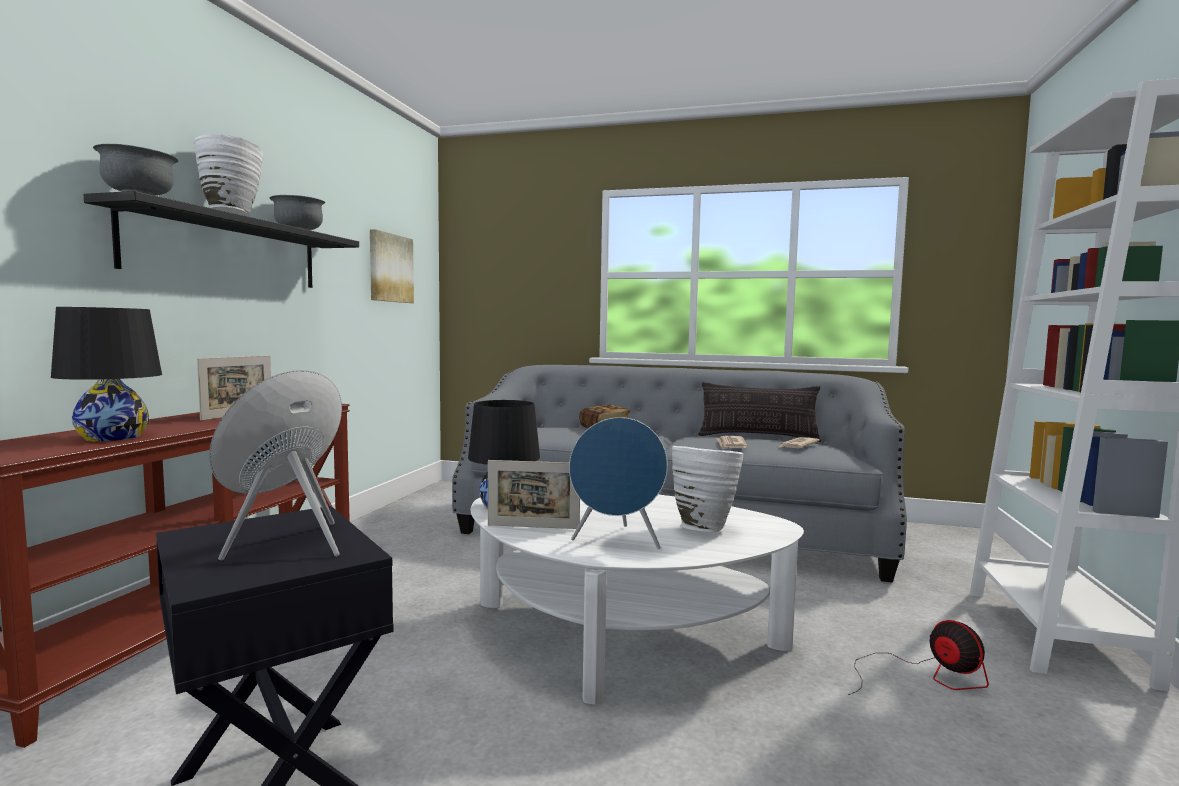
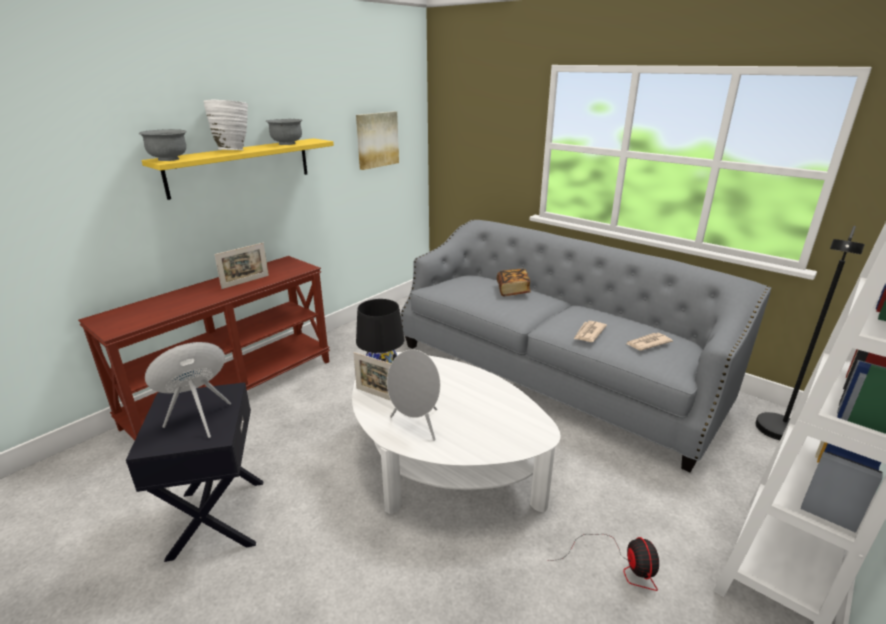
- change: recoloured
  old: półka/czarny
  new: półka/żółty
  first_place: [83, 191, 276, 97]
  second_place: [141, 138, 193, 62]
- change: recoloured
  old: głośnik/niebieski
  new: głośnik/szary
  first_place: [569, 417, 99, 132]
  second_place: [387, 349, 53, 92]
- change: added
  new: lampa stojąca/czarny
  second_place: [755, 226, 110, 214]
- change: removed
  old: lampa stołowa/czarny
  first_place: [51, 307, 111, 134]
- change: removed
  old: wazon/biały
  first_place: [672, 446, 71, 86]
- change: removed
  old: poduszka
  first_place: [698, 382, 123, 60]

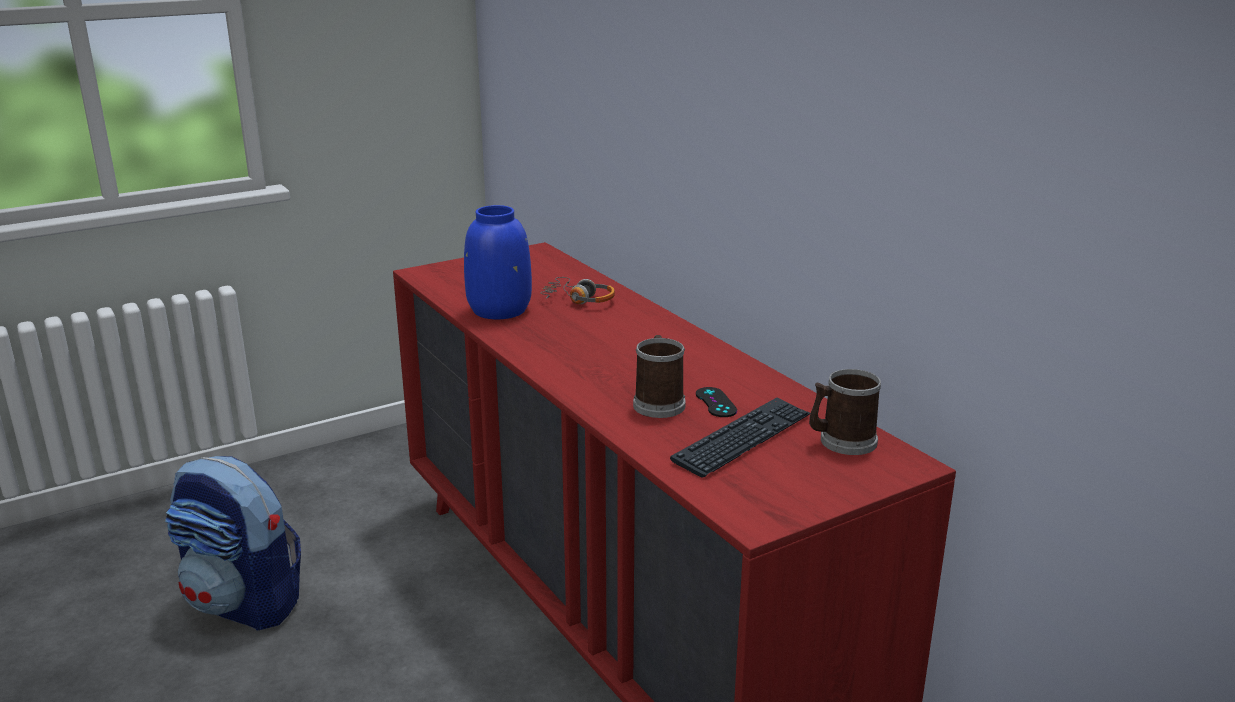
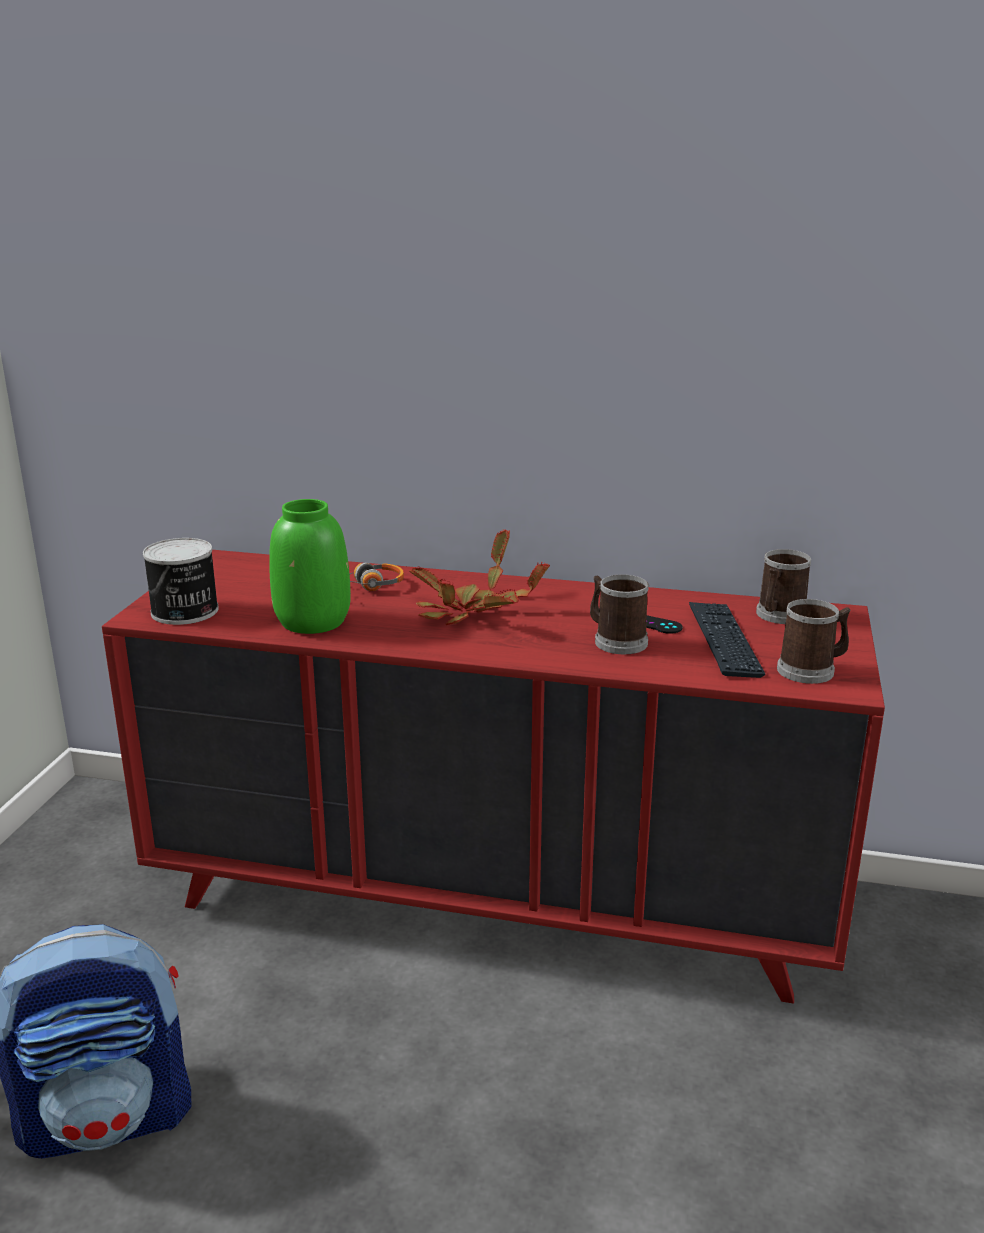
- change: added
  new: puszka
  second_place: [143, 538, 76, 87]
- change: recoloured
  old: wazon/niebieski
  new: wazon/zielony
  first_place: [464, 205, 68, 114]
  second_place: [269, 499, 82, 135]
- change: added
  new: roślina doniczkowa
  second_place: [409, 529, 141, 96]
- change: added
  new: kubek
  second_place: [777, 599, 74, 85]

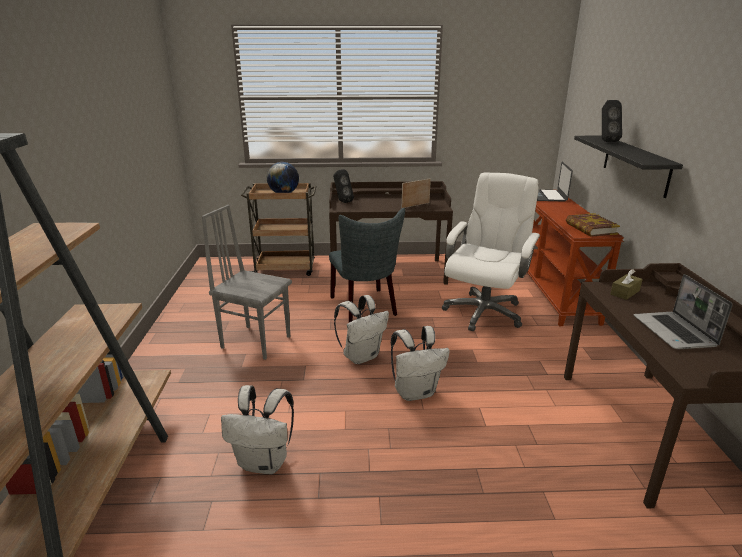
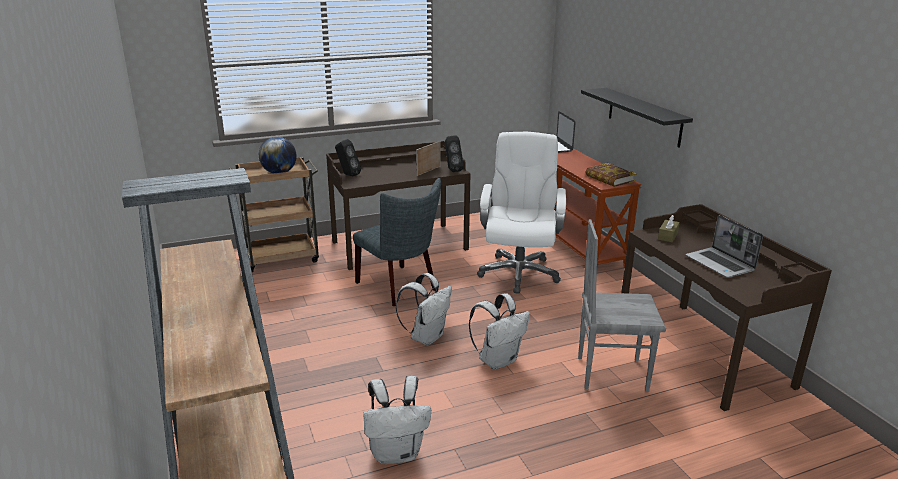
- change: moved
  old: głośnik/czarny
  first_place: [602, 100, 20, 42]
  second_place: [445, 136, 19, 36]
- change: moved
  old: krzesło/szary
  first_place: [202, 205, 90, 155]
  second_place: [578, 219, 88, 173]

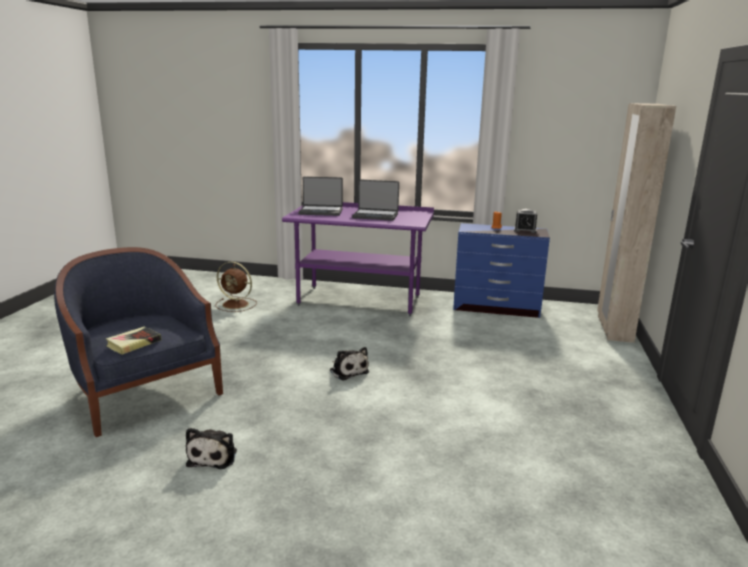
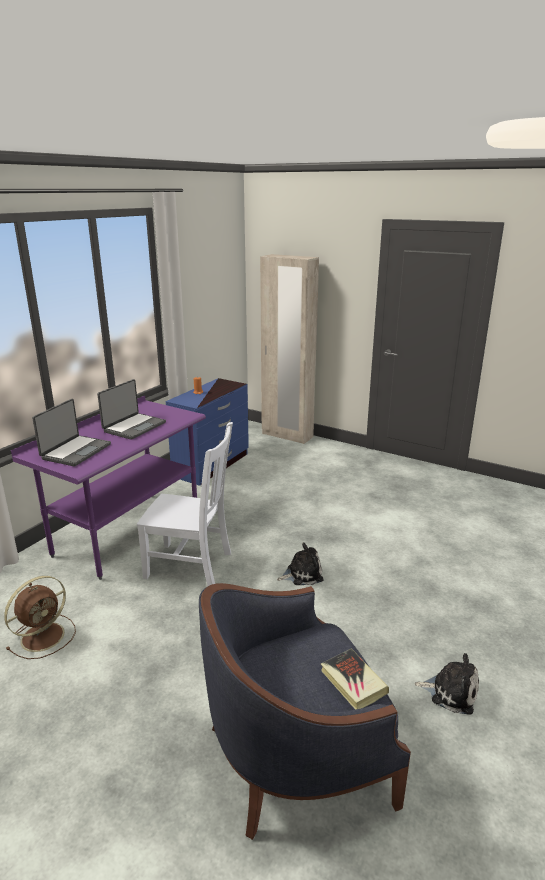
- change: added
  new: krzesło/biały
  second_place: [137, 422, 96, 164]
- change: removed
  old: budzik
  first_place: [514, 209, 23, 24]

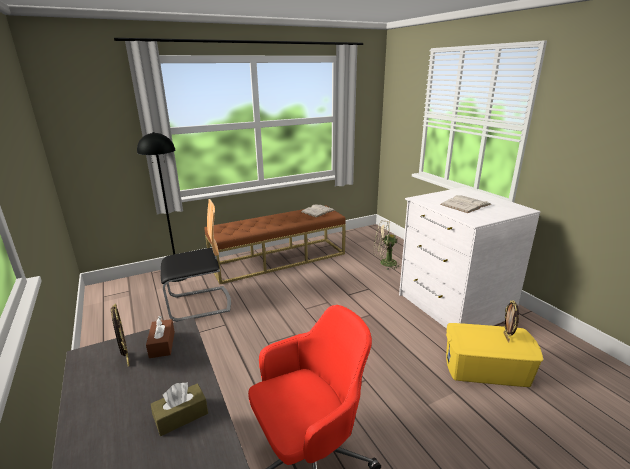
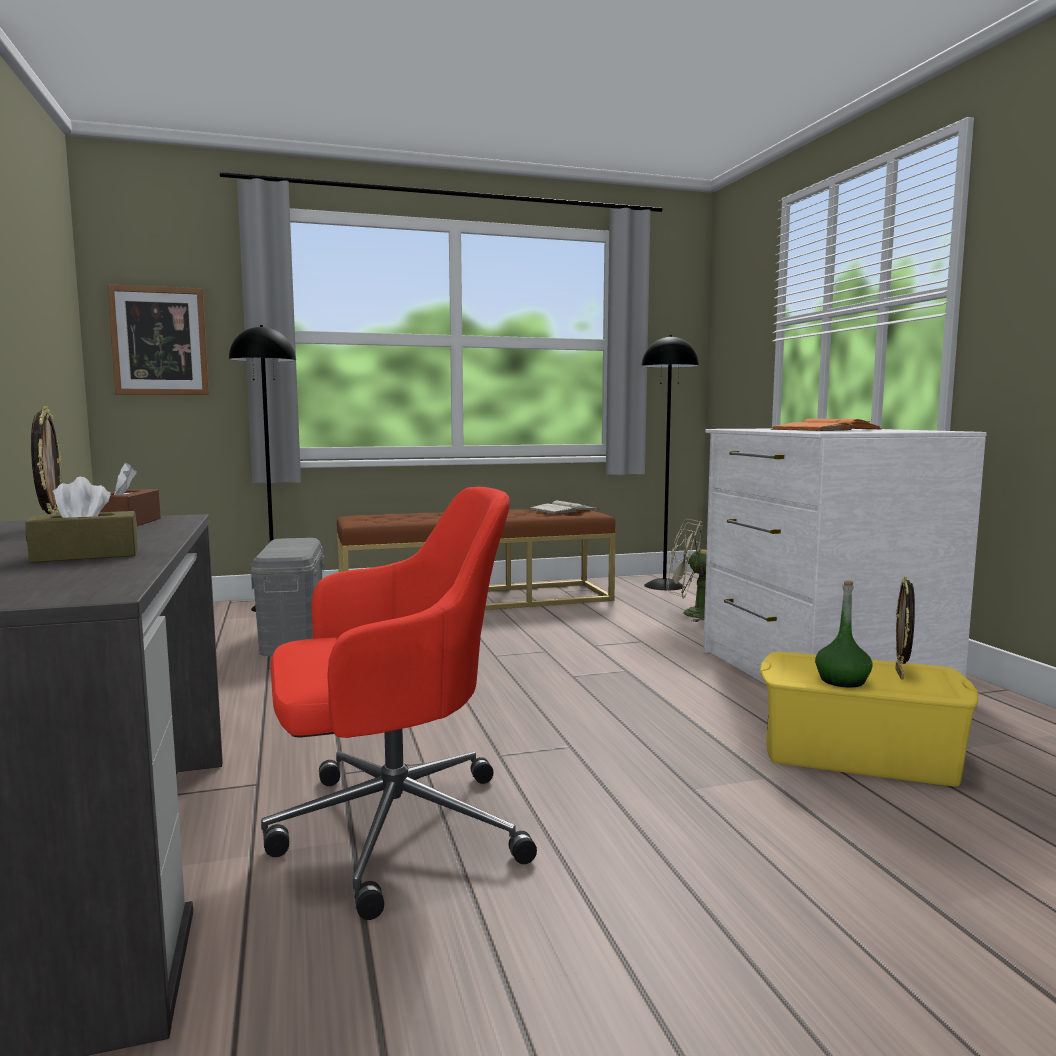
- change: added
  new: obraz
  second_place: [107, 284, 102, 111]
- change: replaced
  old: krzesło
  new: pojemnik do przechowywania/szary
  first_place: [161, 199, 70, 123]
  second_place: [251, 538, 73, 118]
- change: added
  new: lampa stojąca/czarny
  second_place: [642, 335, 57, 255]
- change: recoloured
  old: książka/biały
  new: książka/pomarańczowy
  first_place: [440, 195, 52, 18]
  second_place: [771, 419, 110, 12]
- change: added
  new: butelka/zielony
  second_place: [815, 581, 58, 107]

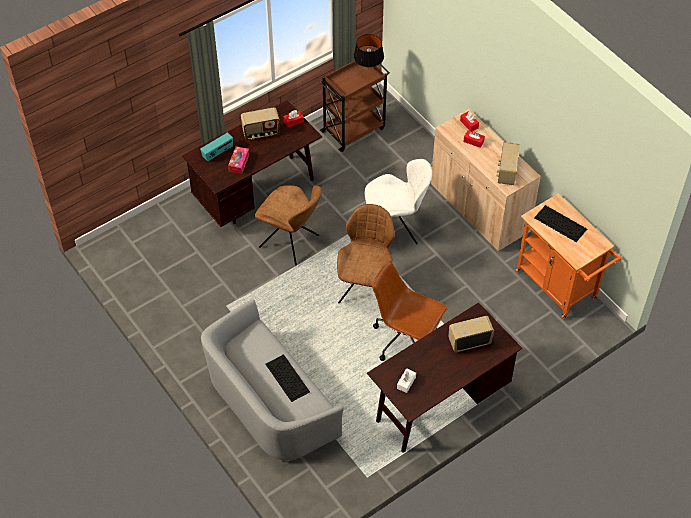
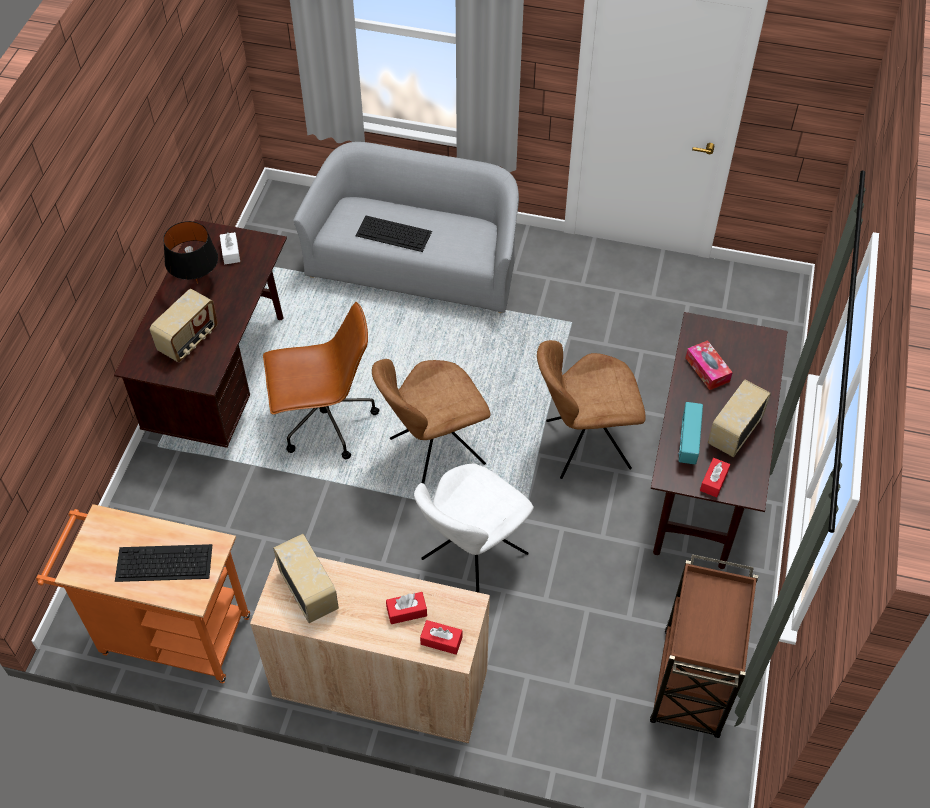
- change: moved
  old: lampa stołowa/czarny
  first_place: [354, 34, 30, 37]
  second_place: [163, 221, 55, 63]
- change: turned
  old: krzesło/brązowy
  first_place: [337, 204, 58, 99]
  second_place: [372, 359, 118, 125]
  degrees: 90
- change: moved
  old: radio
  first_place: [200, 132, 33, 29]
  second_place: [678, 402, 25, 62]

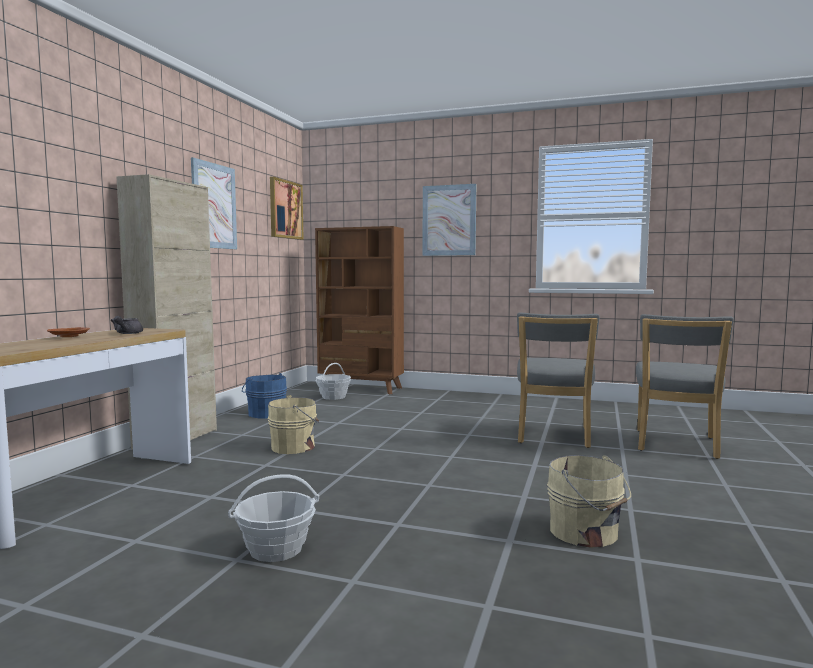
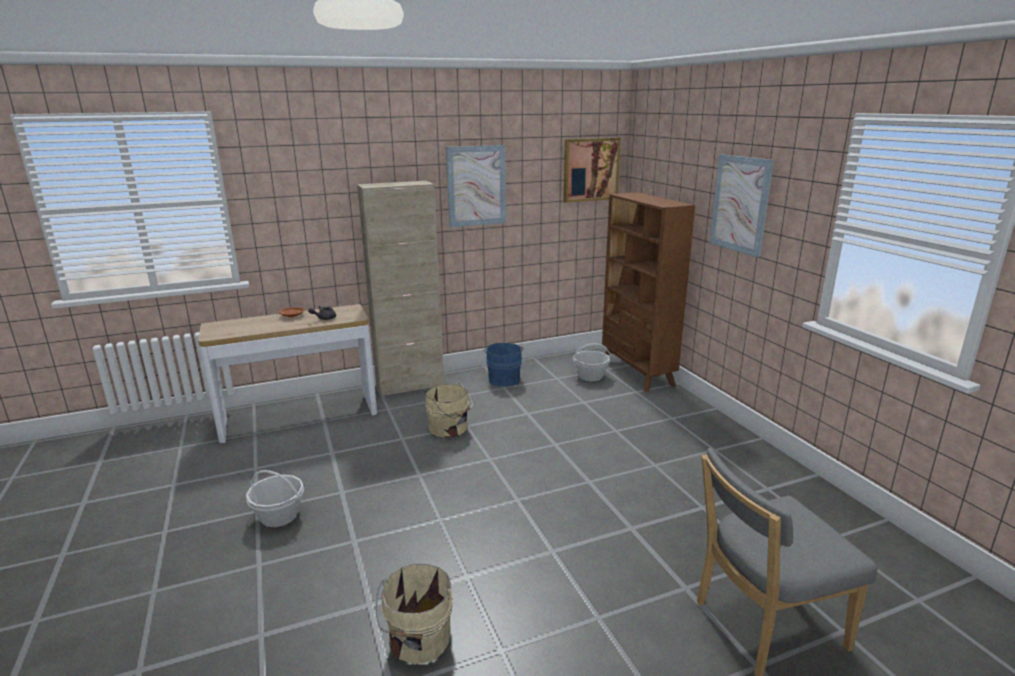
- change: removed
  old: krzesło/szary
  first_place: [517, 312, 83, 136]

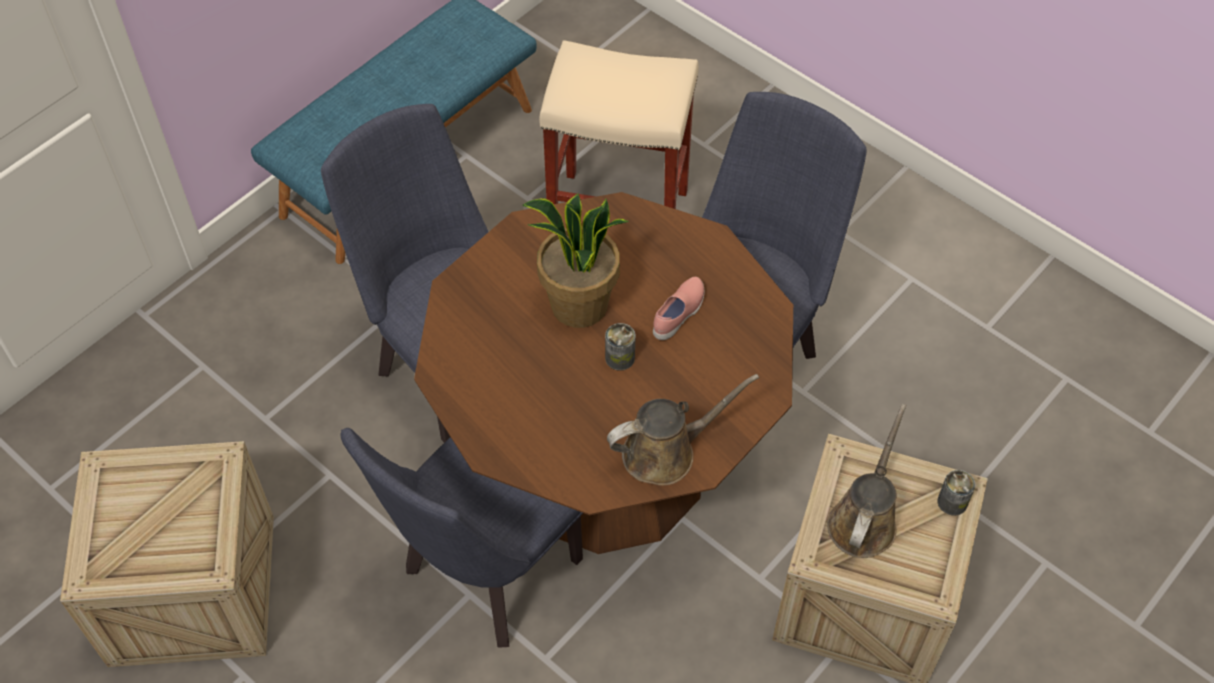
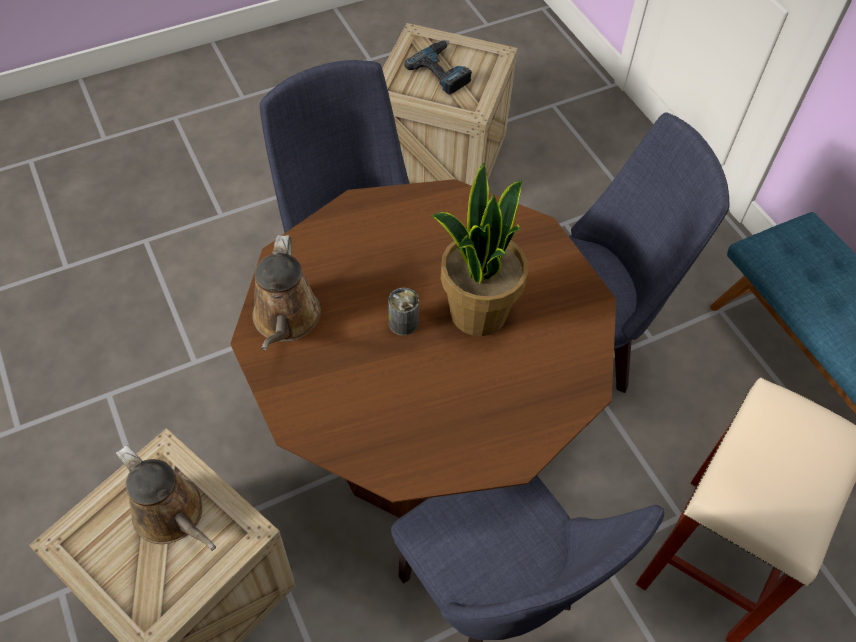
- change: added
  new: wiertarka
  second_place: [404, 40, 68, 55]
- change: removed
  old: but/różowy
  first_place: [653, 277, 51, 63]
- change: removed
  old: puszka
  first_place: [937, 470, 38, 46]

